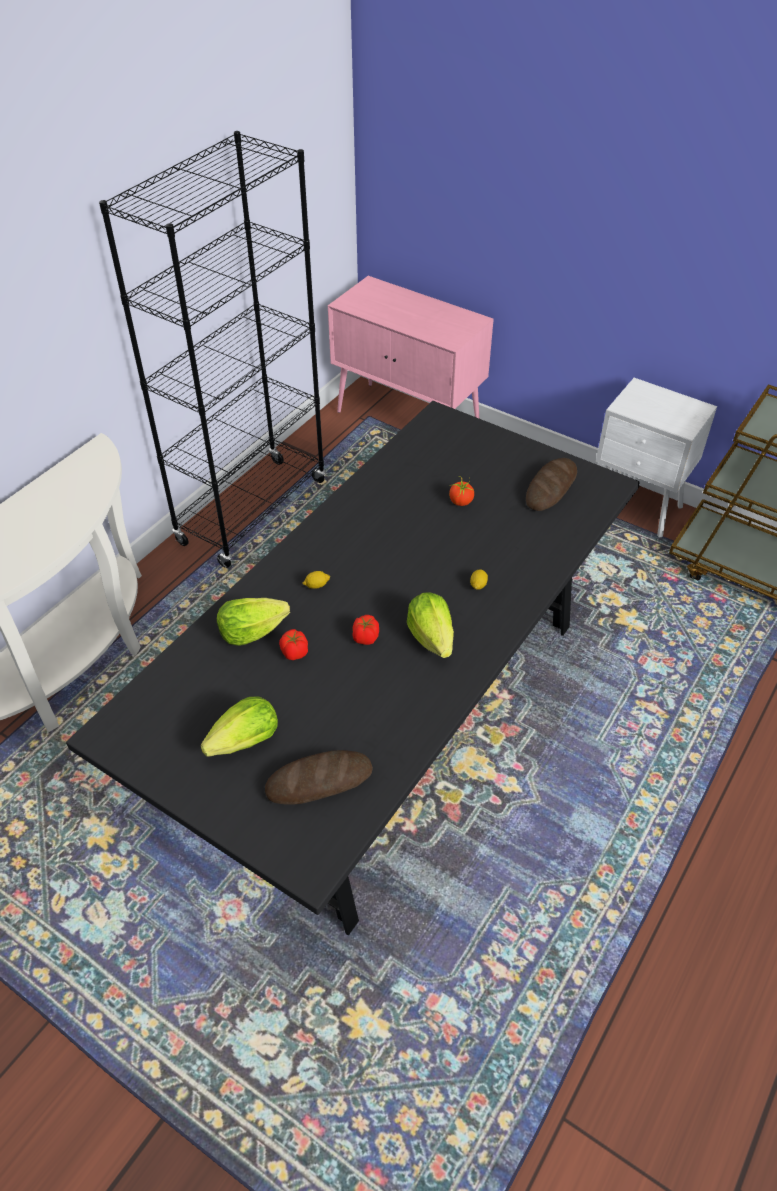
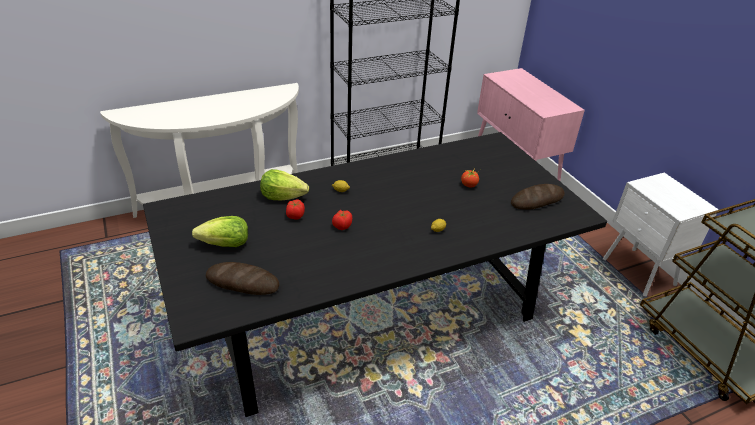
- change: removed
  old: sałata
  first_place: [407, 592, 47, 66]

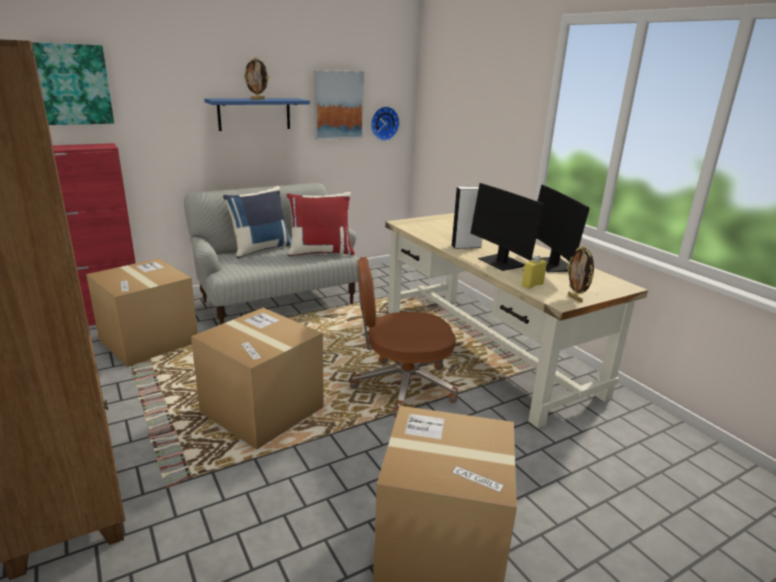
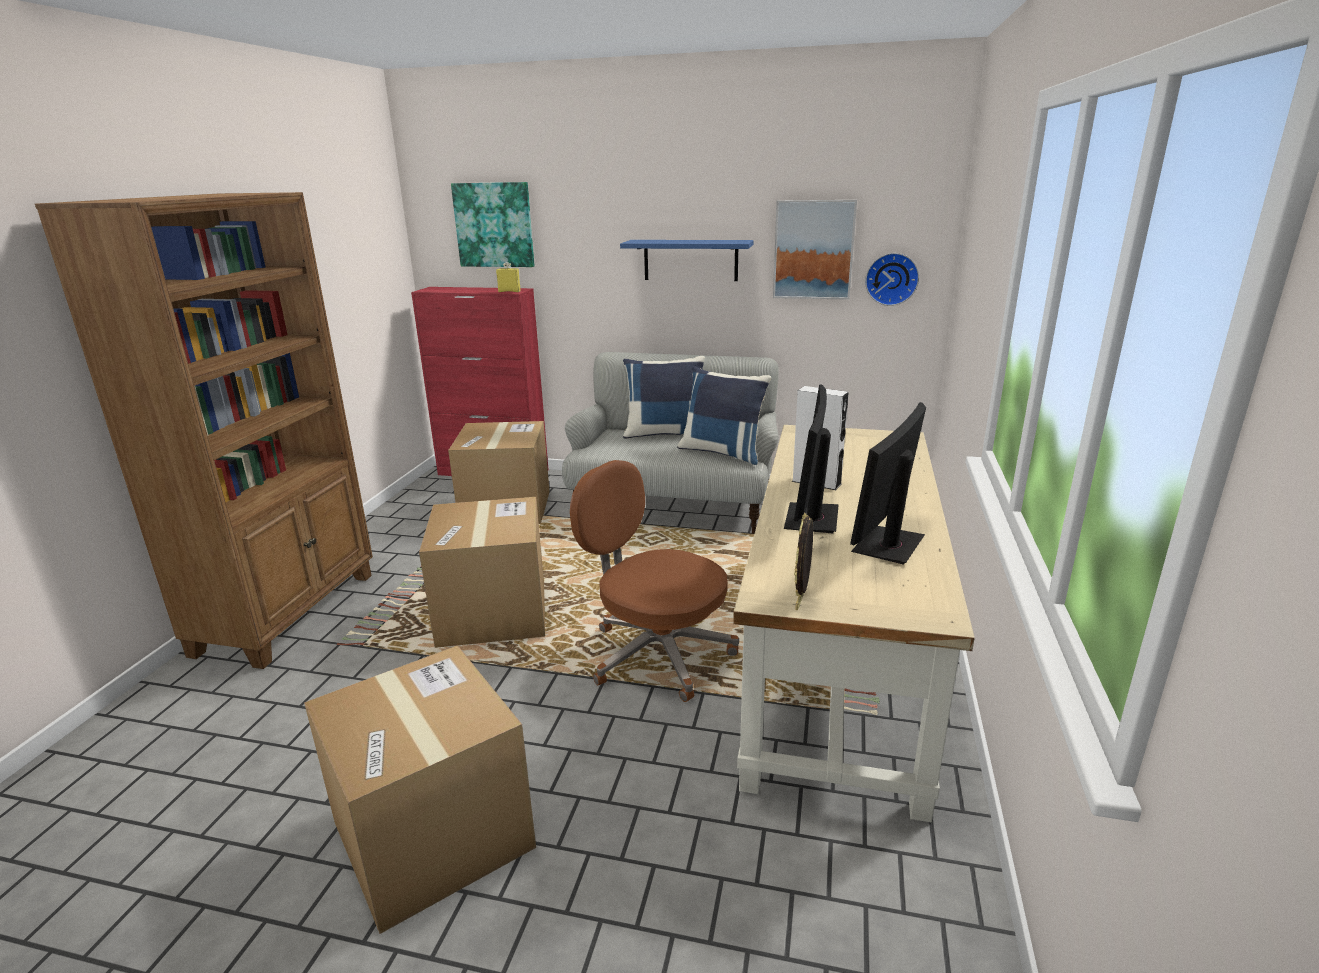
- change: moved
  old: butelka/żółty
  first_place: [522, 255, 25, 34]
  second_place: [496, 262, 25, 30]
- change: recoloured
  old: poduszka/czerwony
  new: poduszka/niebieski
  first_place: [287, 192, 68, 64]
  second_place: [677, 367, 94, 98]
- change: removed
  old: ramka na zdjęcie
  first_place: [243, 57, 27, 43]

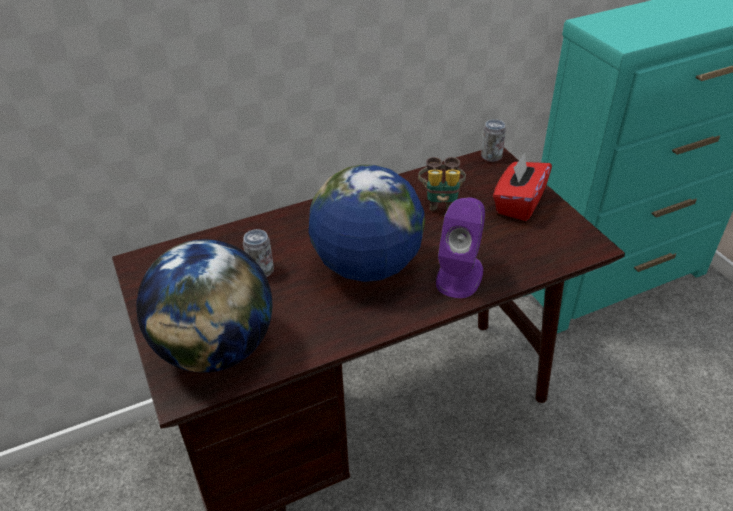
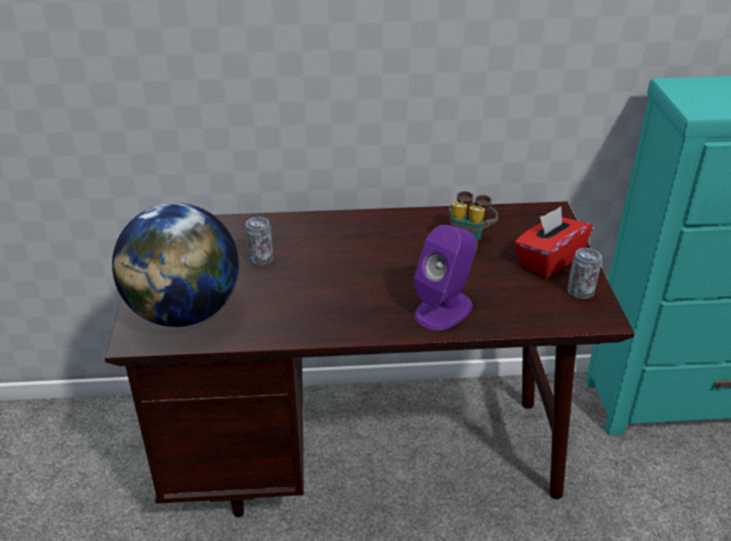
- change: moved
  old: puszka
  first_place: [481, 119, 25, 43]
  second_place: [567, 248, 34, 52]
- change: removed
  old: globus
  first_place: [309, 165, 116, 117]

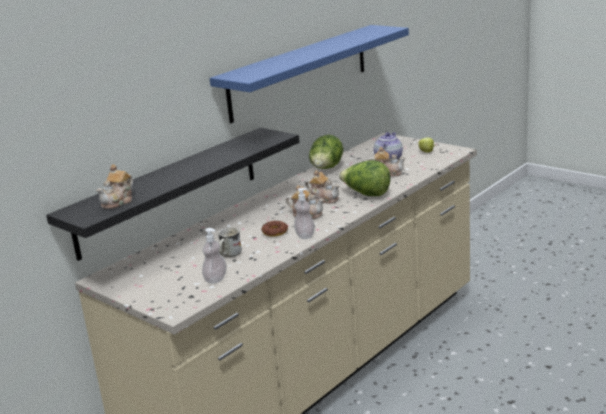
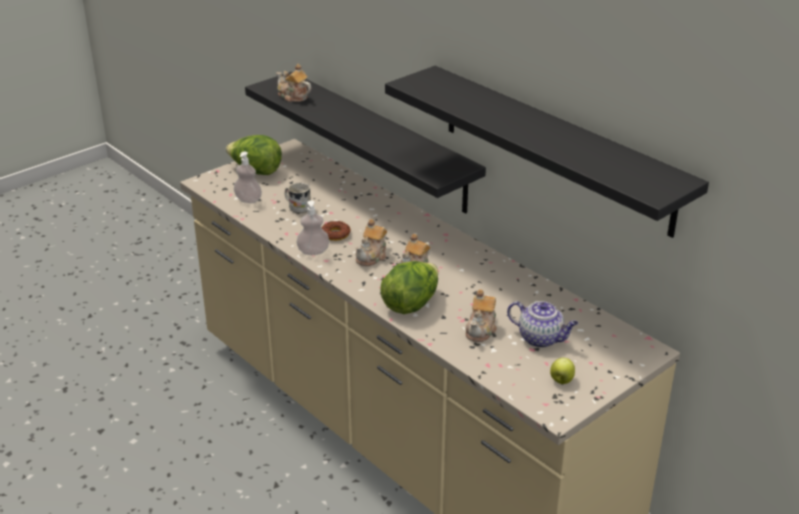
- change: moved
  old: sałata
  first_place: [309, 135, 34, 34]
  second_place: [226, 135, 56, 40]
- change: recoloured
  old: półka/niebieski
  new: półka/czarny
  first_place: [210, 25, 199, 98]
  second_place: [385, 66, 324, 172]

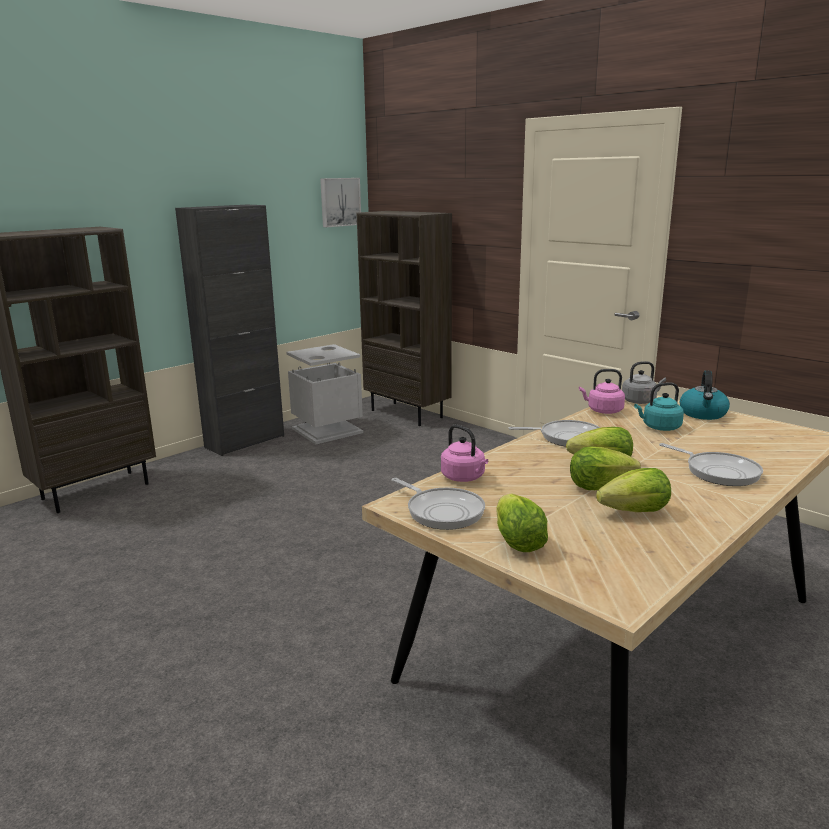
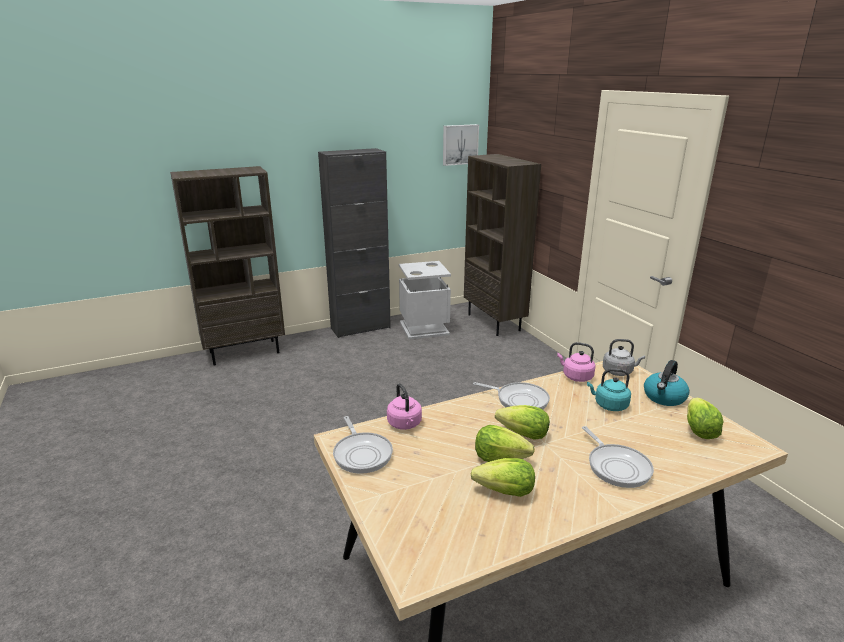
- change: moved
  old: sałata
  first_place: [496, 494, 52, 58]
  second_place: [687, 398, 37, 41]

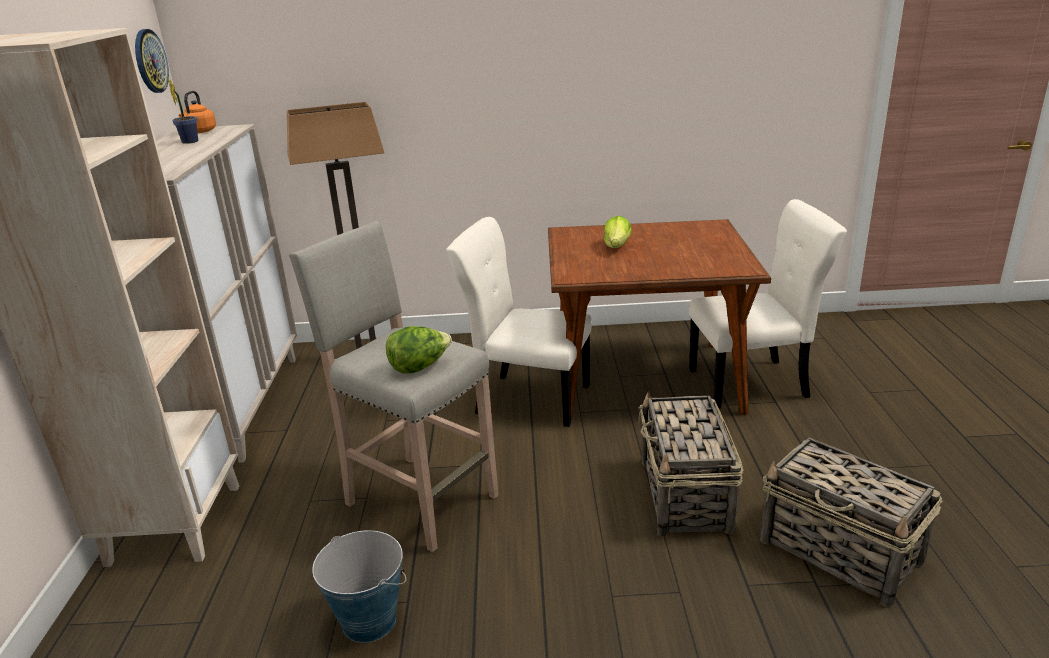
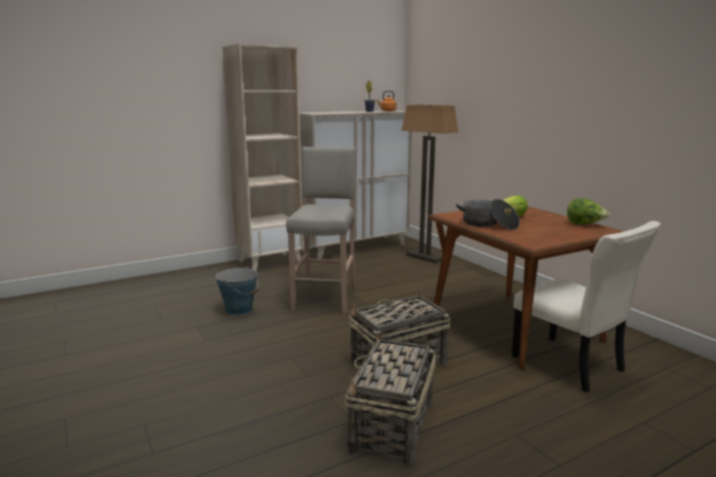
- change: added
  new: garnek
  second_place: [456, 199, 64, 31]
- change: moved
  old: sałata
  first_place: [386, 326, 66, 48]
  second_place: [567, 198, 43, 27]
- change: removed
  old: zegar ścienny
  first_place: [135, 29, 34, 64]
- change: removed
  old: krzesło/beżowy
  first_place: [446, 217, 146, 210]

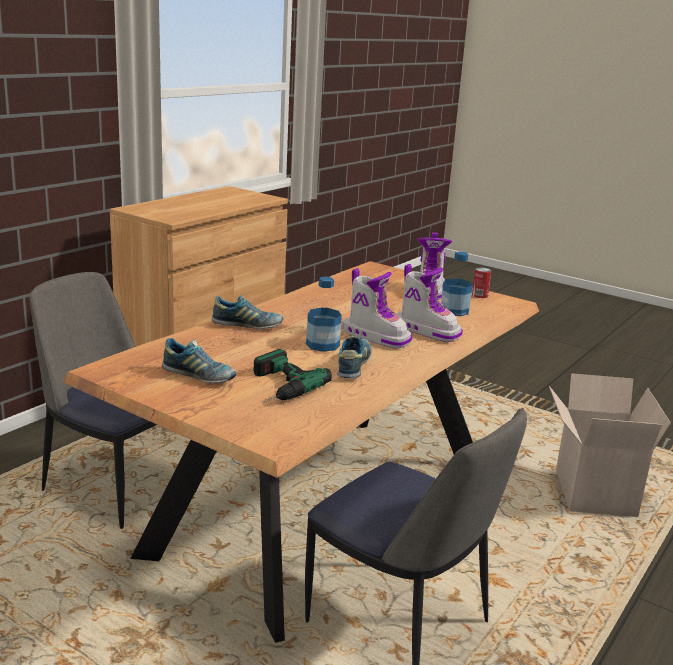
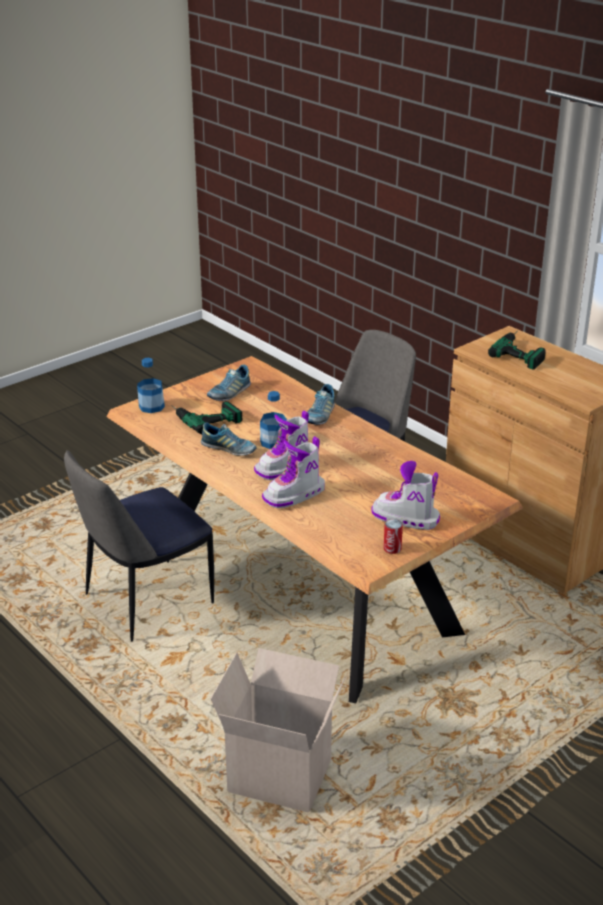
- change: moved
  old: butelka
  first_place: [441, 251, 32, 65]
  second_place: [137, 358, 28, 55]
- change: added
  new: wiertarka
  second_place: [488, 331, 58, 39]

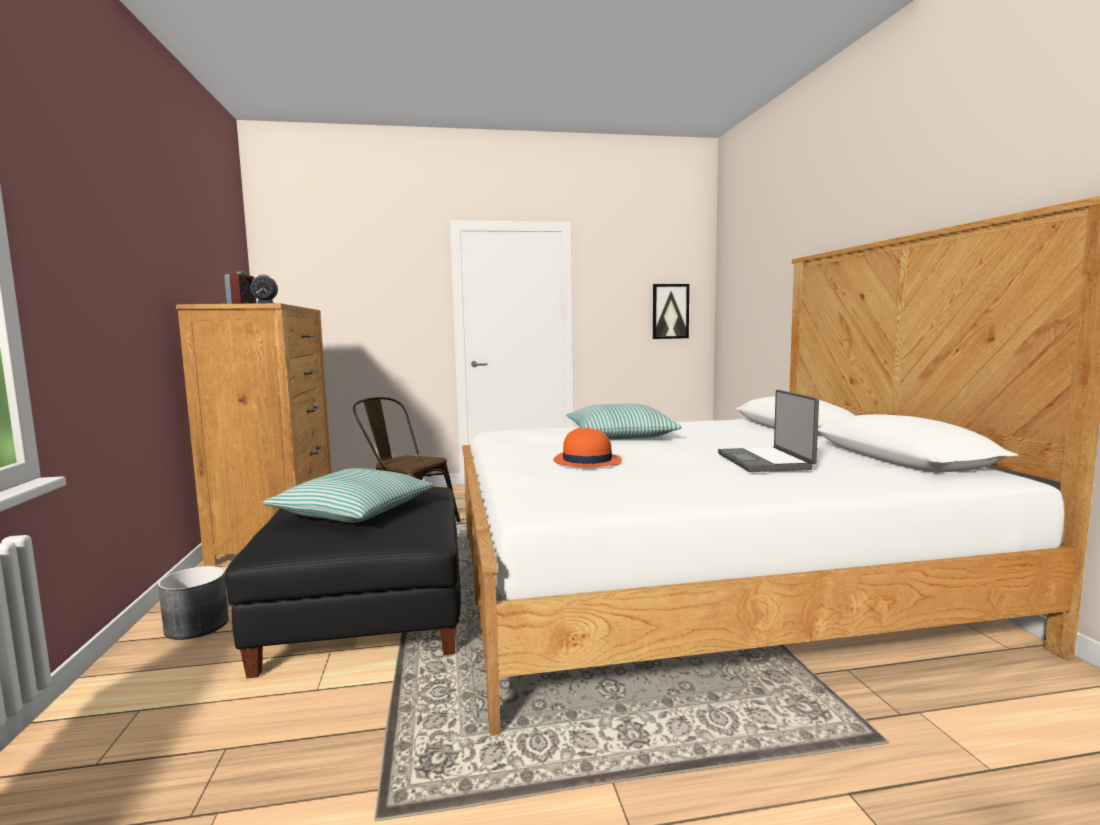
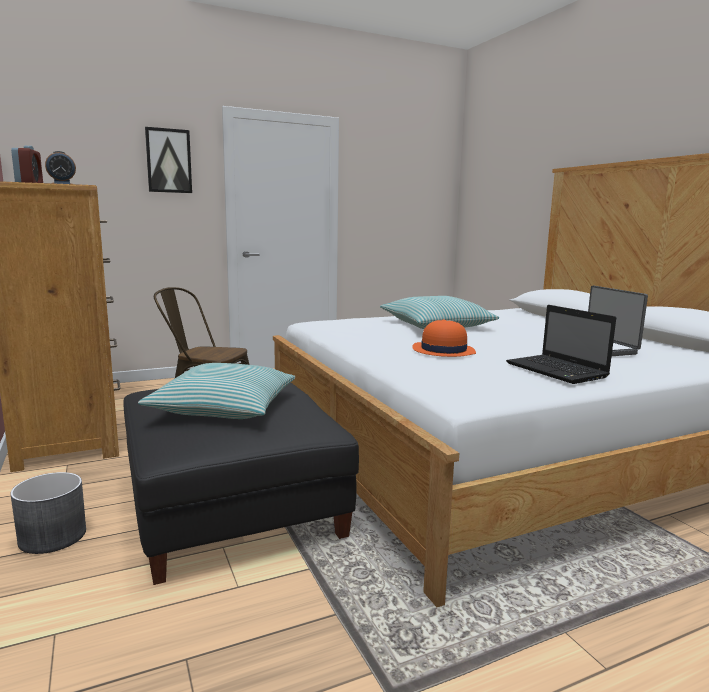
- change: moved
  old: obraz
  first_place: [653, 284, 36, 55]
  second_place: [145, 127, 47, 66]
- change: added
  new: laptop
  second_place: [506, 305, 110, 79]

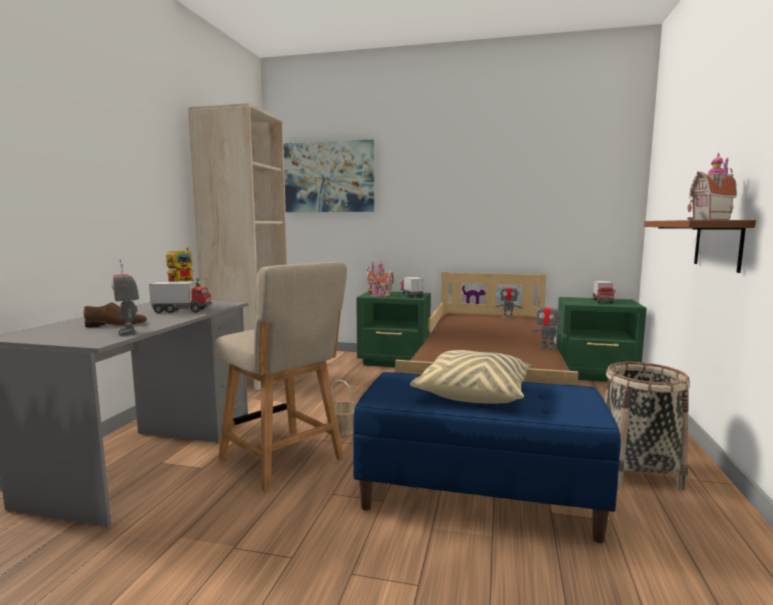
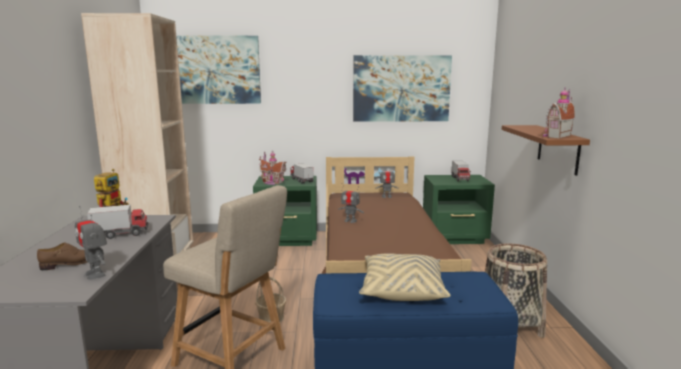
- change: moved
  old: robot zabawkowy
  first_place: [531, 298, 36, 51]
  second_place: [338, 183, 26, 40]
- change: added
  new: obraz
  second_place: [353, 55, 99, 67]

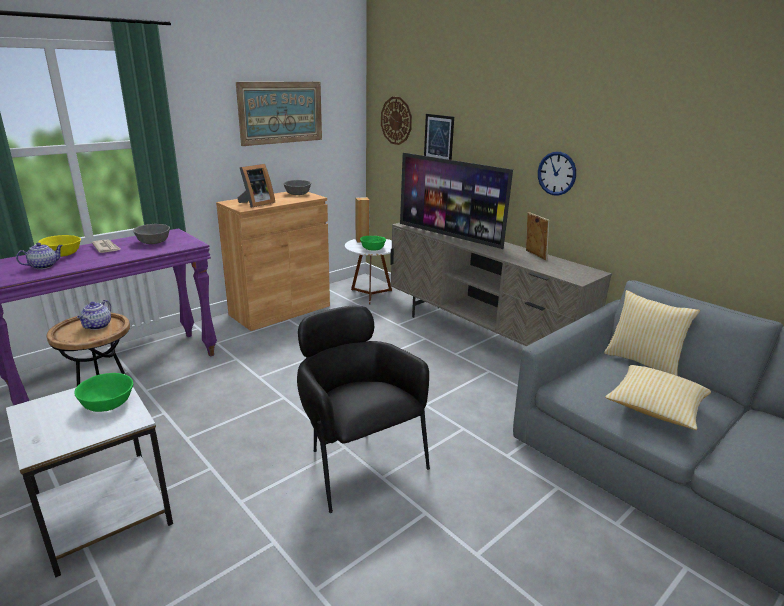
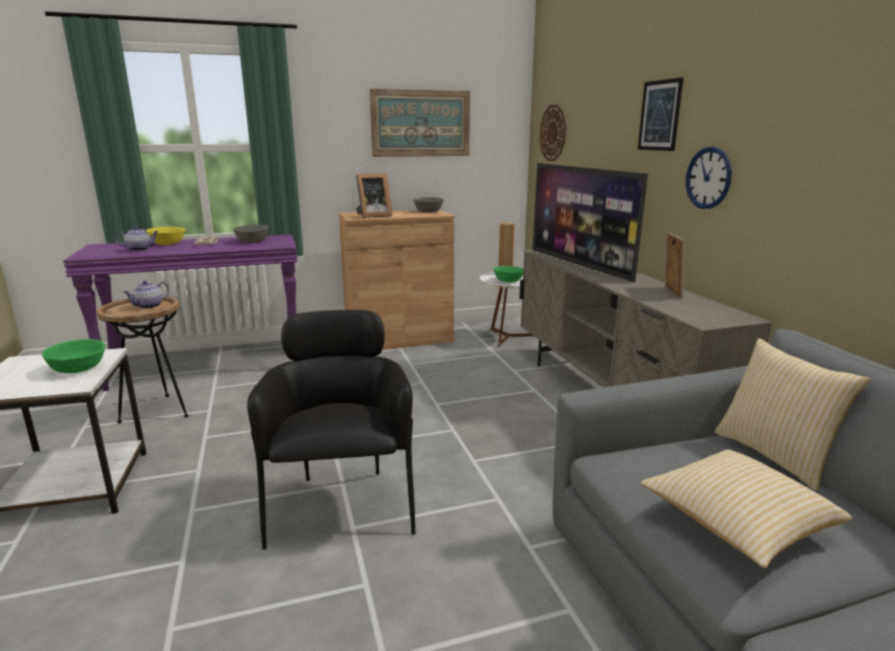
- change: moved
  old: obraz
  first_place: [424, 114, 30, 46]
  second_place: [638, 77, 46, 74]

